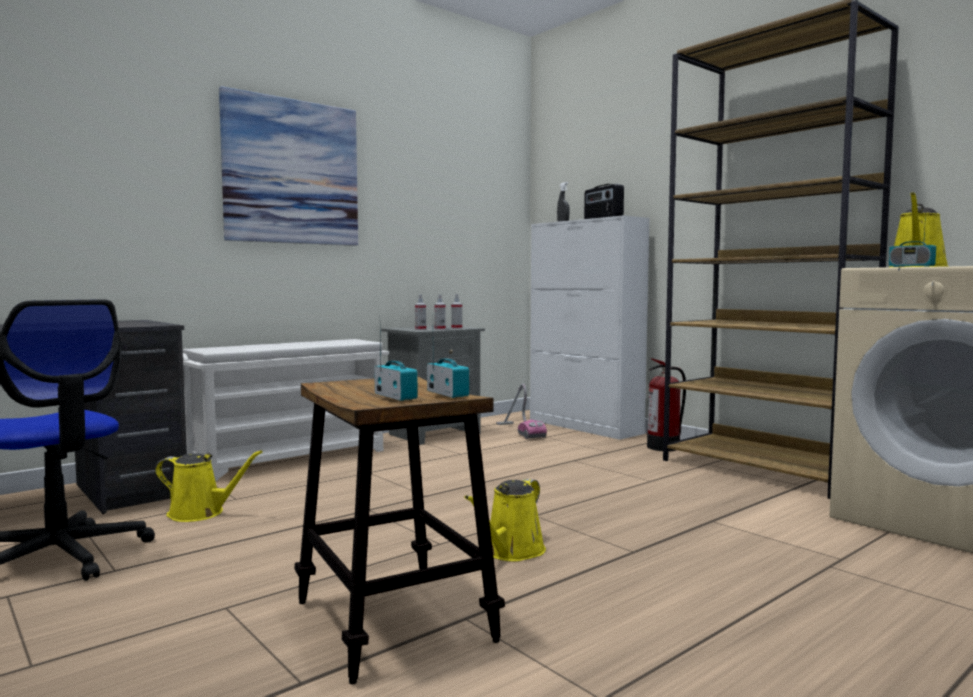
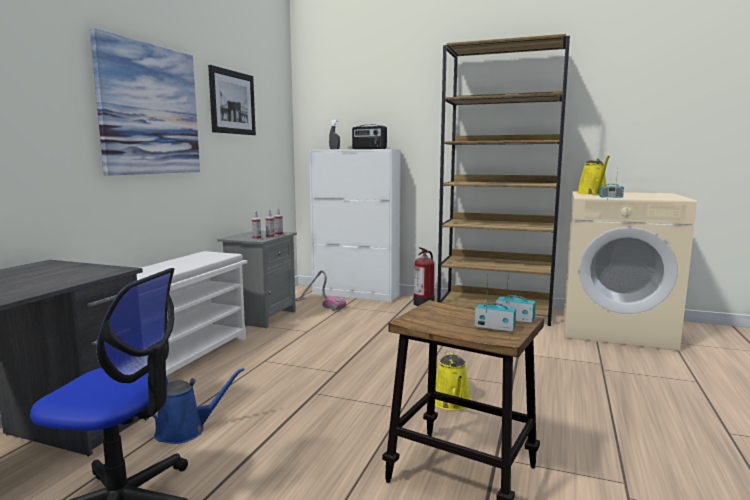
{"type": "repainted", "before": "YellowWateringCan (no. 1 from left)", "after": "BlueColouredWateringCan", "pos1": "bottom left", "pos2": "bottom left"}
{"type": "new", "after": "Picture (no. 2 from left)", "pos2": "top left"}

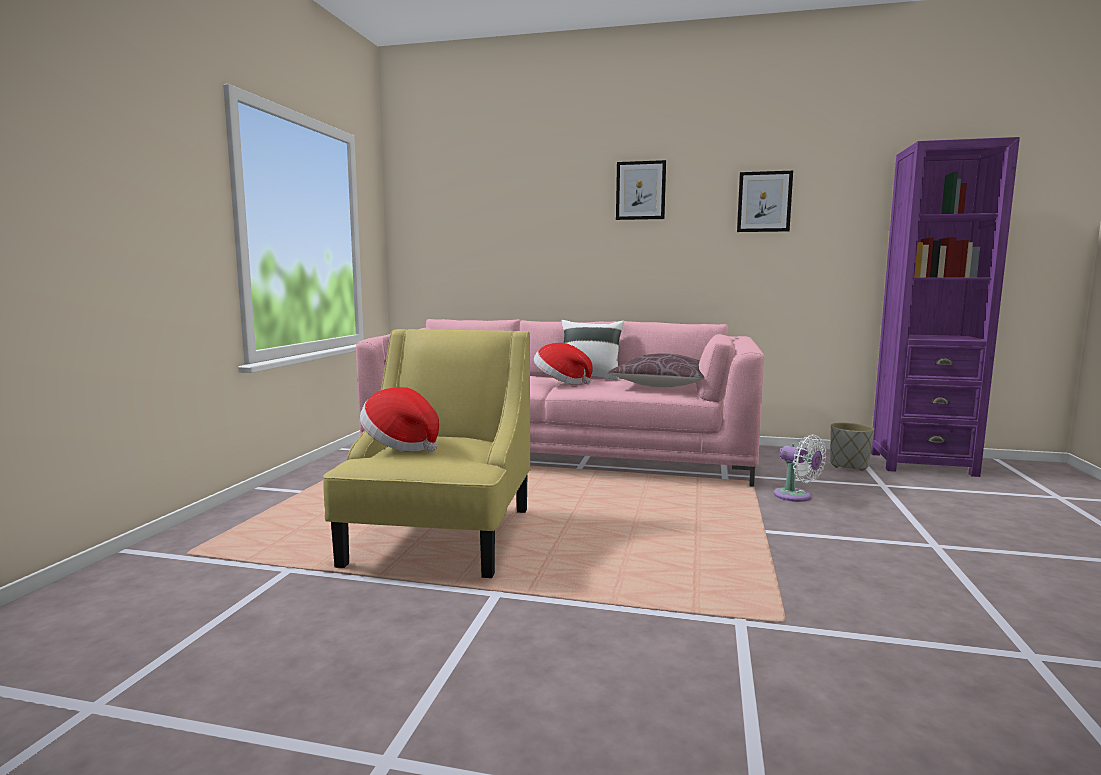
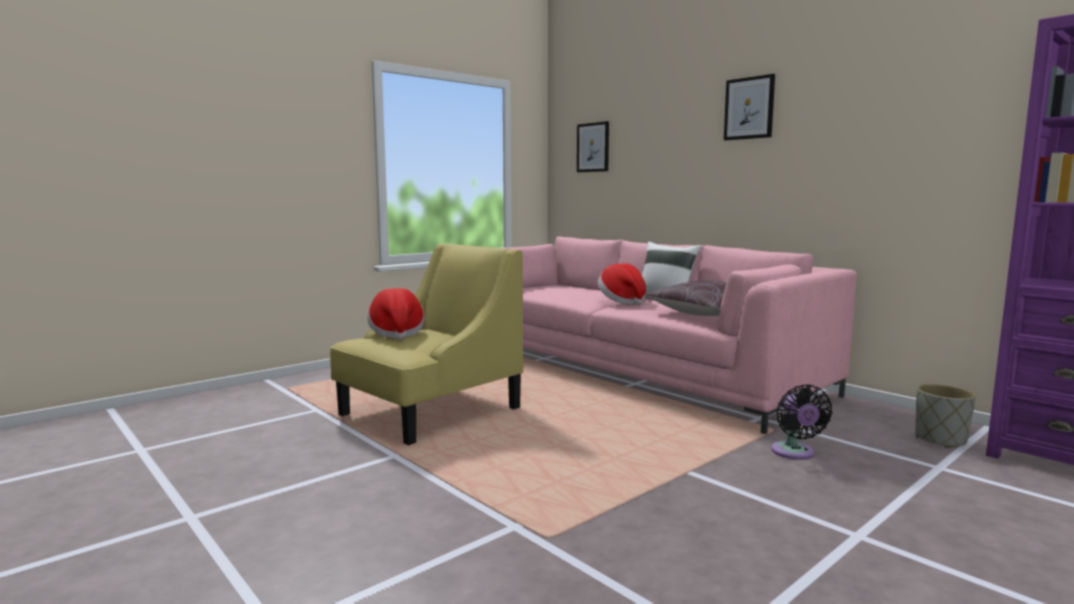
{"type": "shifted", "before": "Picture (no. 2 from left in the first image)", "after": "Picture (no. 1 from left)", "pos1": "top right", "pos2": "top centre"}
{"type": "repainted", "before": "WhiteElectricFan", "after": "BlackishElectricFan", "pos1": "middle right", "pos2": "bottom right"}

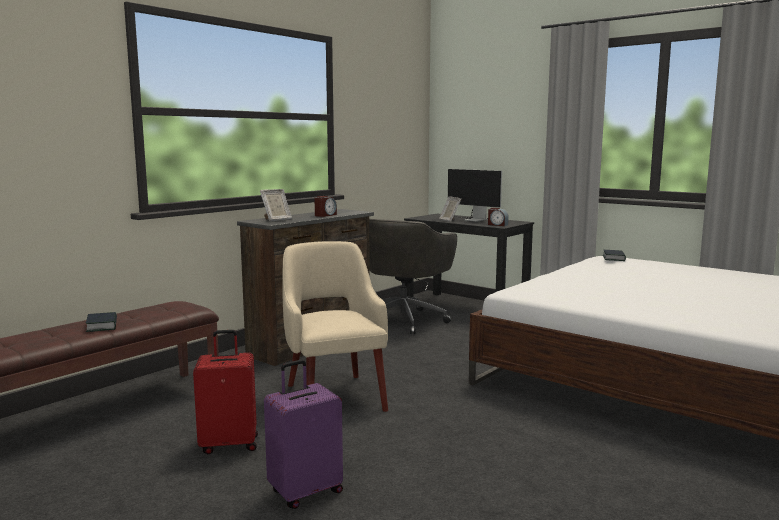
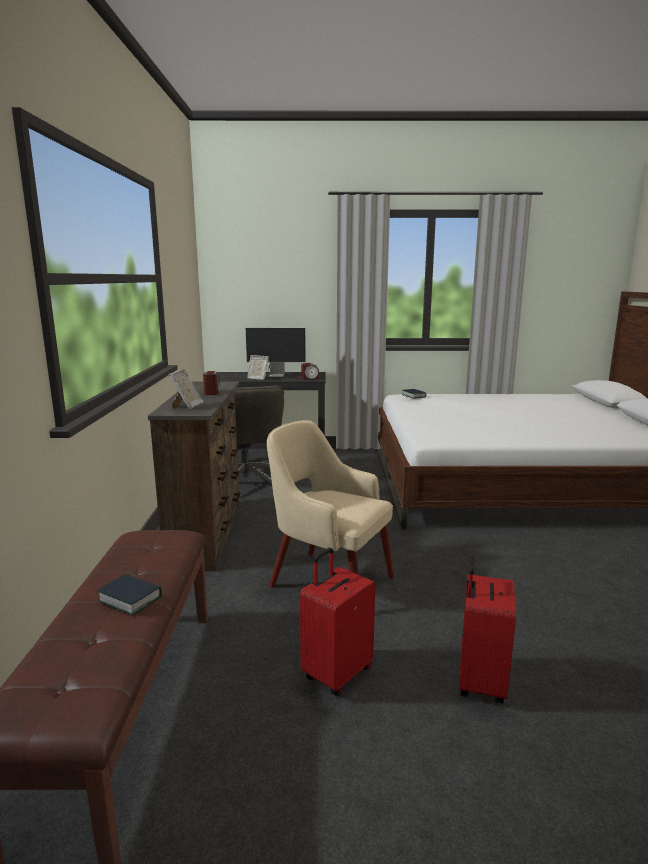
{"type": "repainted", "before": "PurpleColouredPieceOfLuggage", "after": "ReddishPieceOfLuggage (no. 2 from left)", "pos1": "bottom centre", "pos2": "bottom right"}

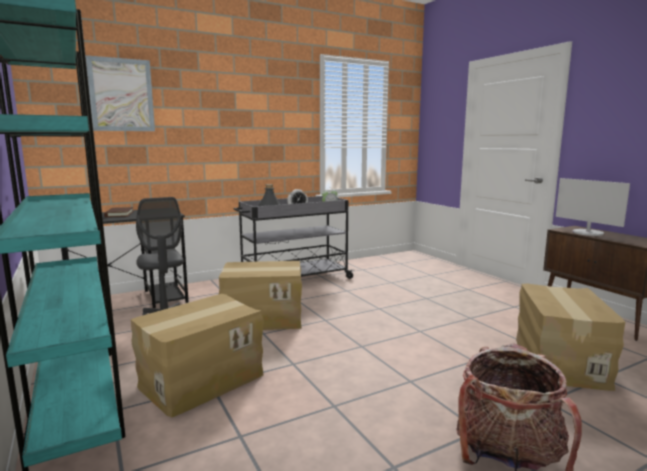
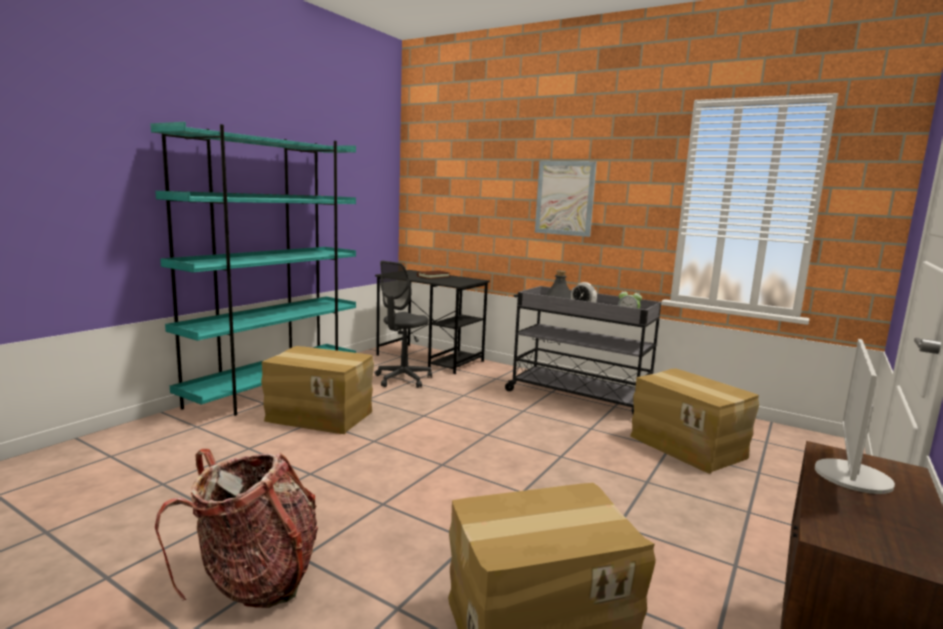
{"type": "shifted", "before": "Picture", "pos1": "top left", "pos2": "top centre"}
{"type": "shifted", "before": "CardboardBox (no. 2 from left in the first image)", "after": "CardboardBox (no. 3 from left)", "pos1": "centre", "pos2": "bottom right"}

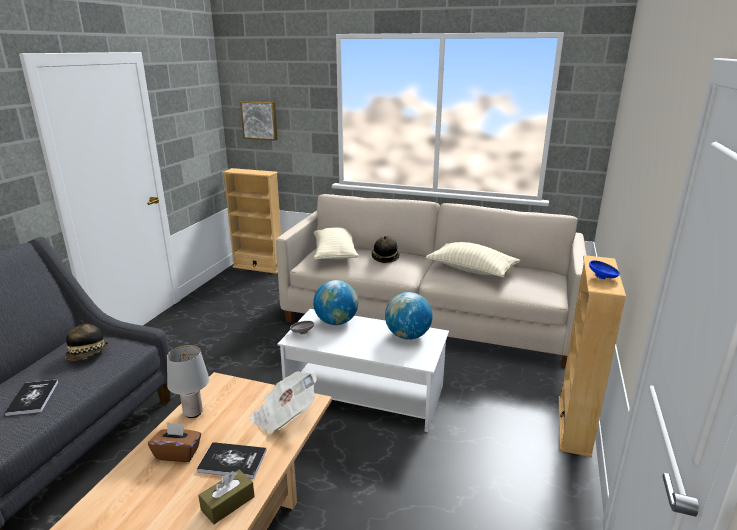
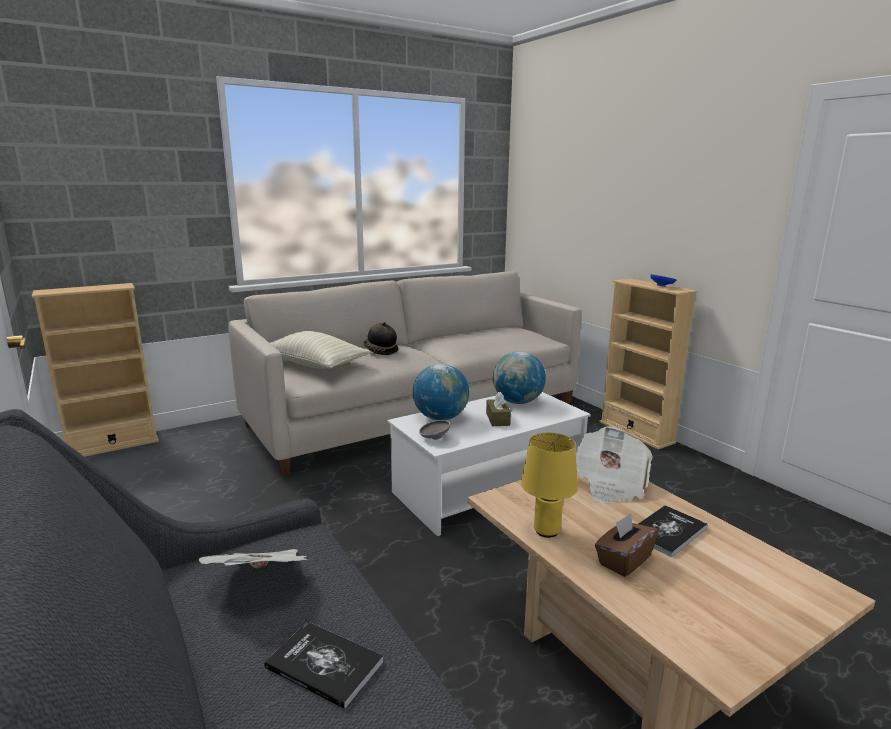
{"type": "swapped", "before": "Hat (no. 1 from left)", "after": "Newspaper (no. 1 from left)", "pos1": "middle left", "pos2": "bottom left"}
{"type": "repainted", "before": "GreyLampForATable", "after": "YellowLampForATable", "pos1": "bottom left", "pos2": "centre"}
{"type": "shifted", "before": "BrownColouredBoxOfTissues (no. 2 from left in the first image)", "after": "BrownColouredBoxOfTissues (no. 1 from left)", "pos1": "bottom left", "pos2": "centre"}
{"type": "gone", "before": "Picture", "pos1": "top centre"}
{"type": "gone", "before": "SandColouredThrowPillow (no. 2 from left)", "pos1": "centre"}

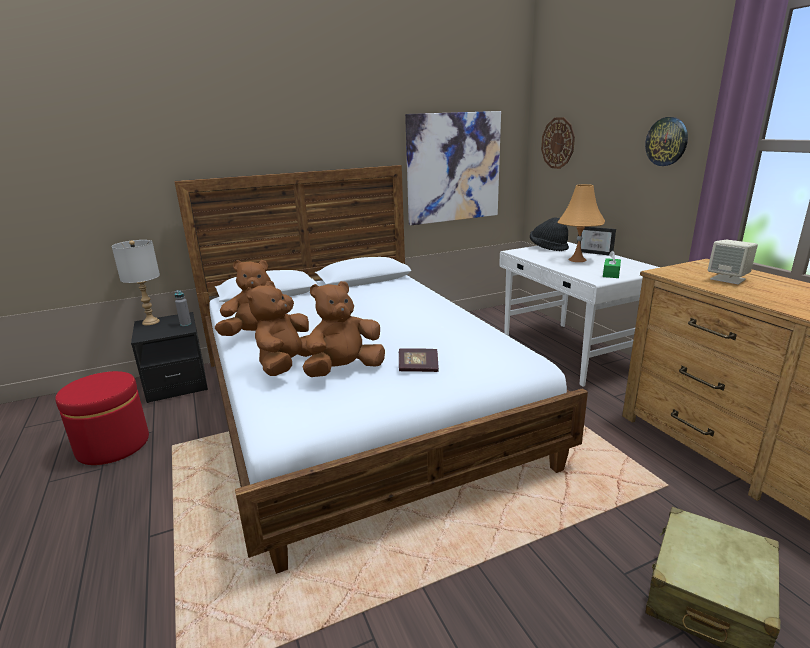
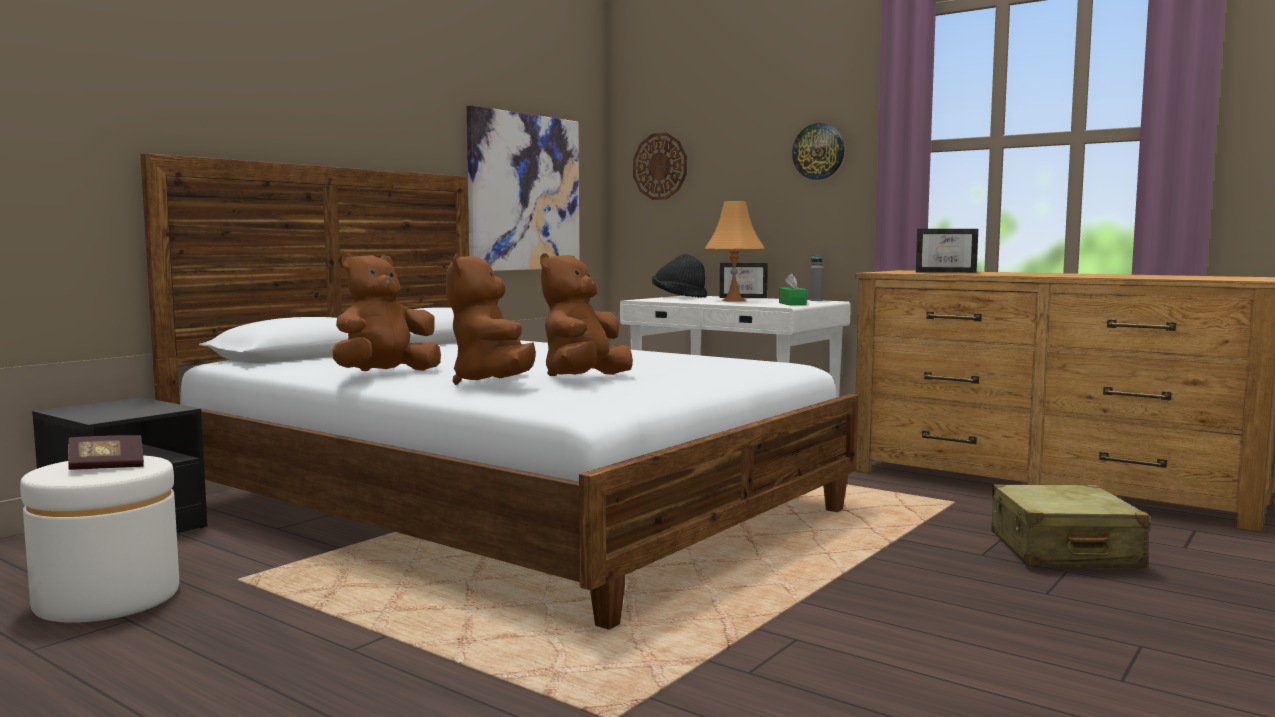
{"type": "repainted", "before": "ReddishFootrest", "after": "WhiteFootrest", "pos1": "middle left", "pos2": "bottom left"}
{"type": "gone", "before": "GreyLampForATable", "pos1": "middle left"}
{"type": "shifted", "before": "GreyDrinkBottle", "pos1": "middle left", "pos2": "centre"}
{"type": "shifted", "before": "Book", "pos1": "centre", "pos2": "middle left"}
{"type": "swapped", "before": "SandColouredLoudspeaker", "after": "PhotoFrame (no. 2 from left)", "pos1": "middle right", "pos2": "middle right"}

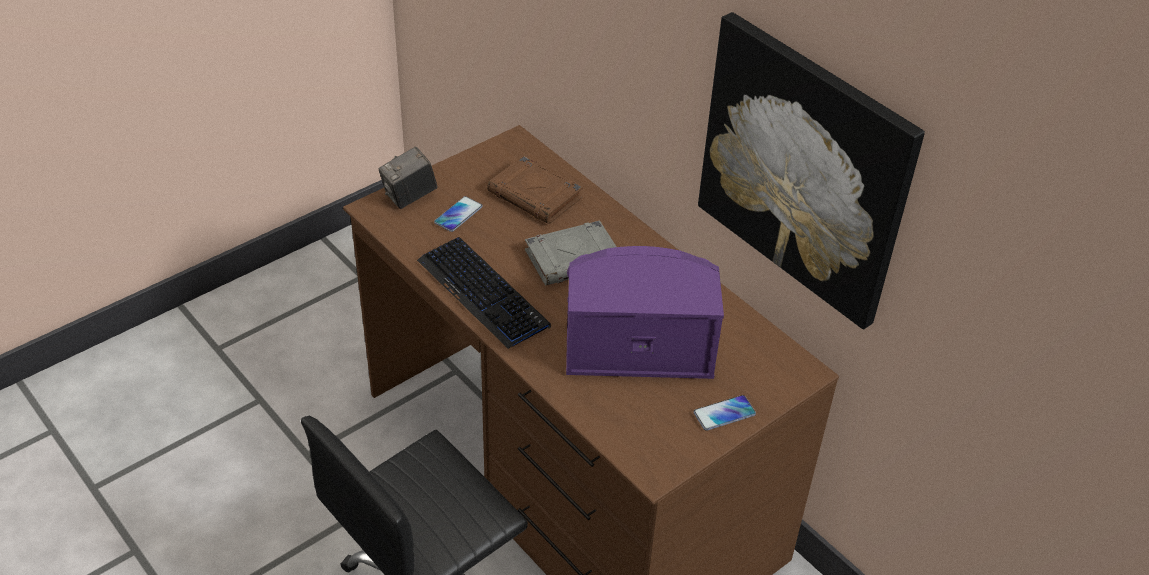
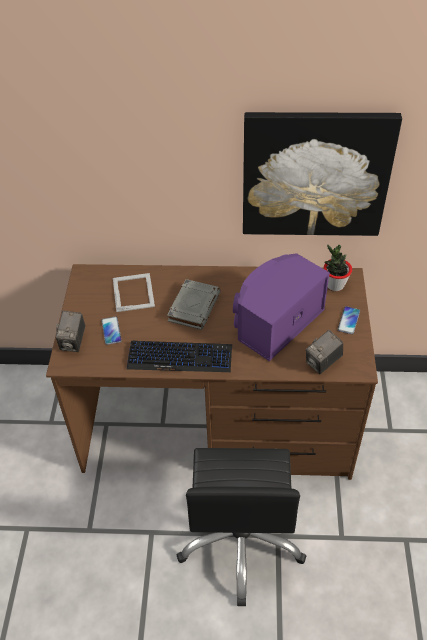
{"type": "swapped", "before": "BrownColouredBook", "after": "PhotoFrame", "pos1": "top centre", "pos2": "middle left"}
{"type": "new", "after": "PhotoCamera (no. 2 from left)", "pos2": "middle right"}
{"type": "new", "after": "PlantInAPot", "pos2": "middle right"}

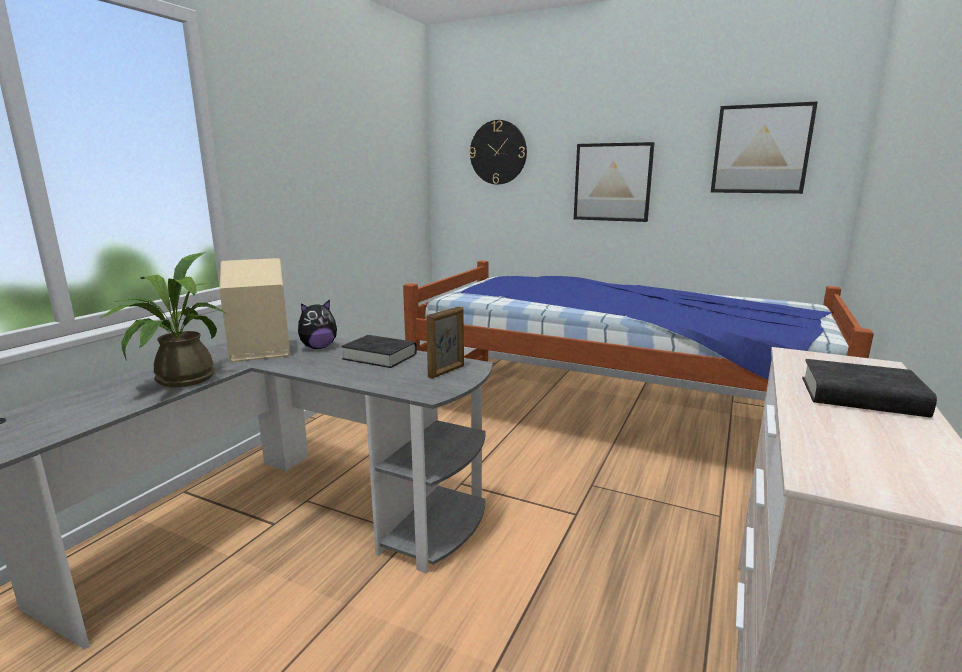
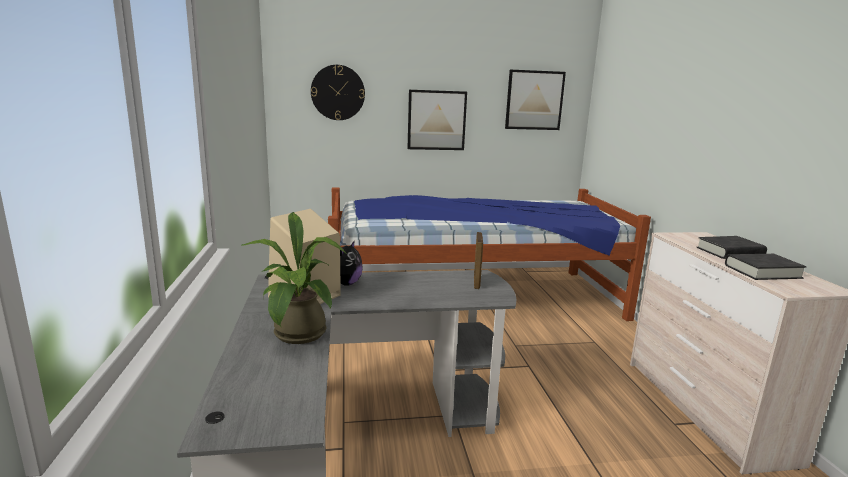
{"type": "shifted", "before": "BlackishBook (no. 1 from left in the first image)", "after": "BlackishBook (no. 2 from left)", "pos1": "centre", "pos2": "middle right"}

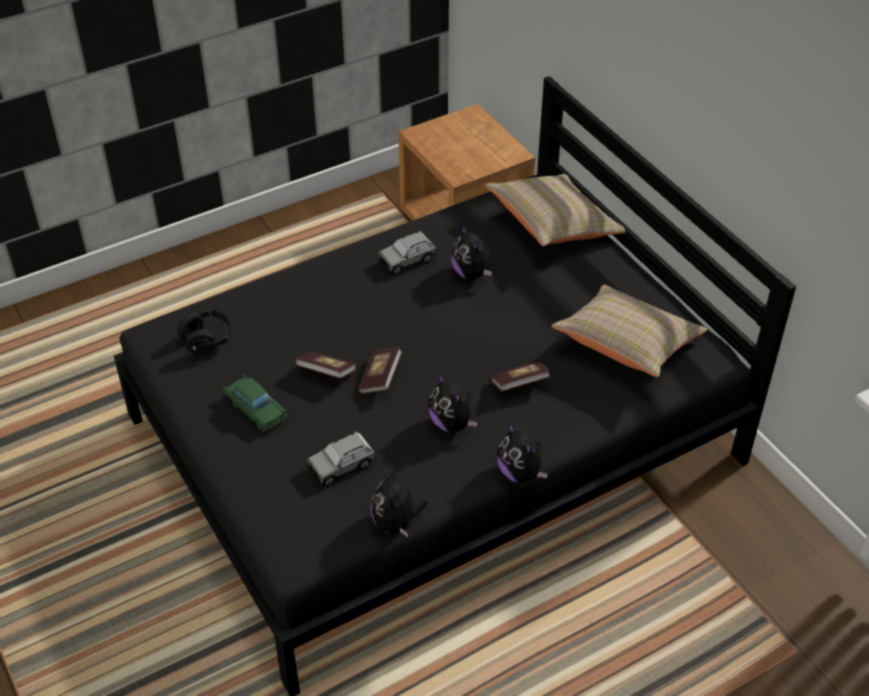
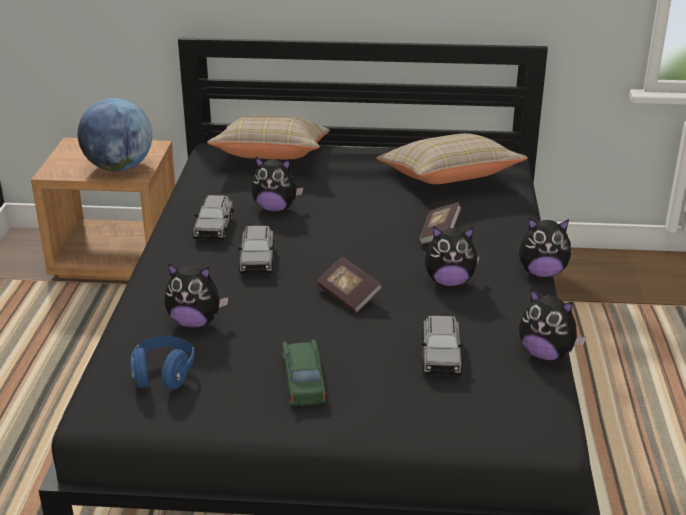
{"type": "repainted", "before": "BlackishPairOfHeadphones", "after": "BlueColouredPairOfHeadphones", "pos1": "middle left", "pos2": "bottom left"}
{"type": "rotated", "before": "GreenColouredModelCar", "pos1": "middle left", "pos2": "bottom centre", "turn": -90}
{"type": "gone", "before": "Book (no. 1 from left)", "pos1": "centre"}
{"type": "new", "after": "Globe", "pos2": "top left"}
{"type": "new", "after": "PlushToy (no. 1 from left)", "pos2": "middle left"}
{"type": "new", "after": "GreyModelCar (no. 2 from left)", "pos2": "centre"}

